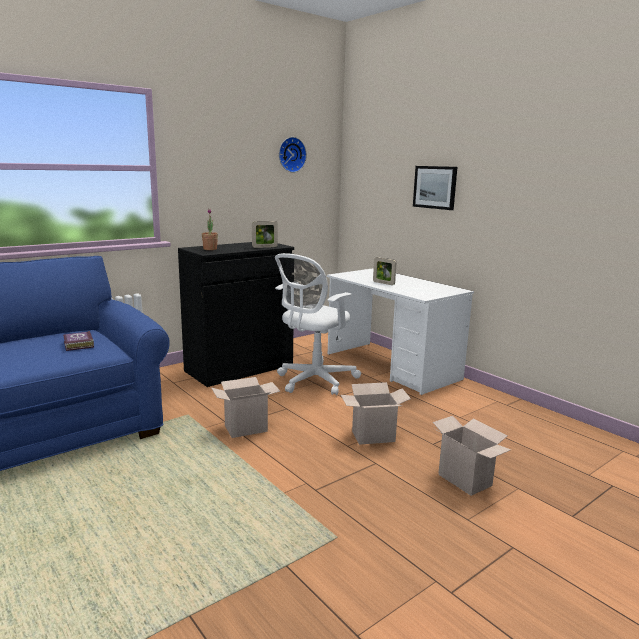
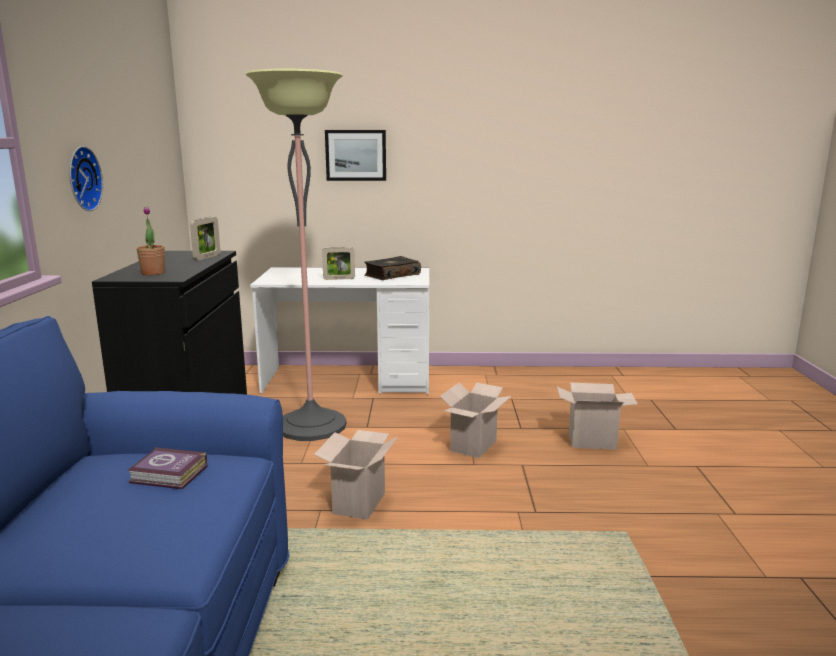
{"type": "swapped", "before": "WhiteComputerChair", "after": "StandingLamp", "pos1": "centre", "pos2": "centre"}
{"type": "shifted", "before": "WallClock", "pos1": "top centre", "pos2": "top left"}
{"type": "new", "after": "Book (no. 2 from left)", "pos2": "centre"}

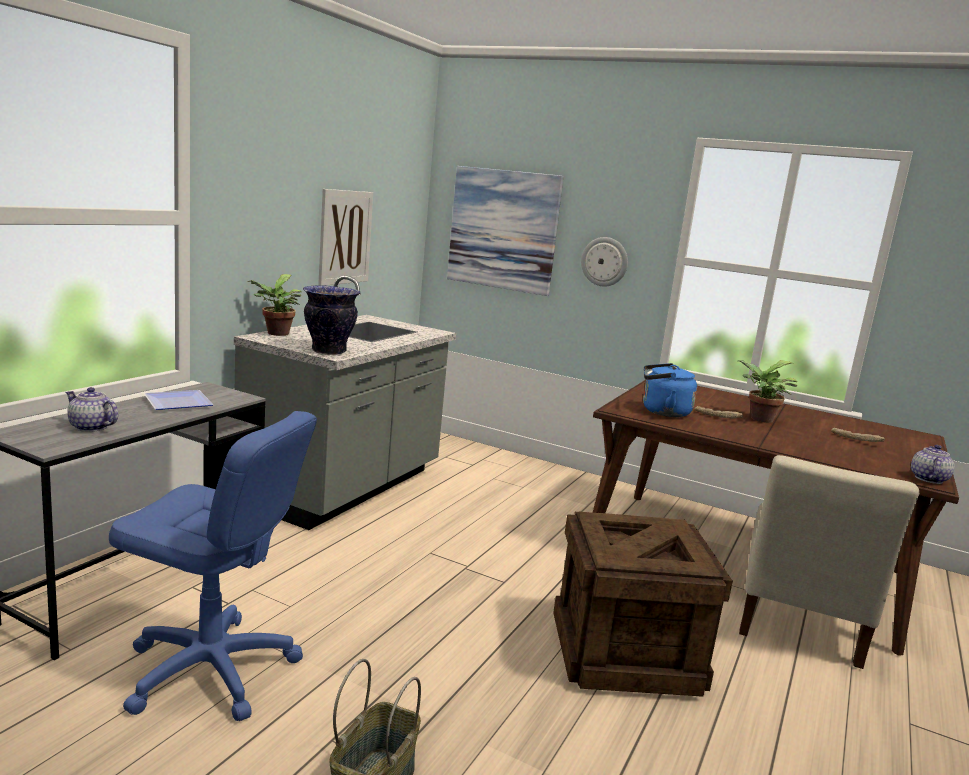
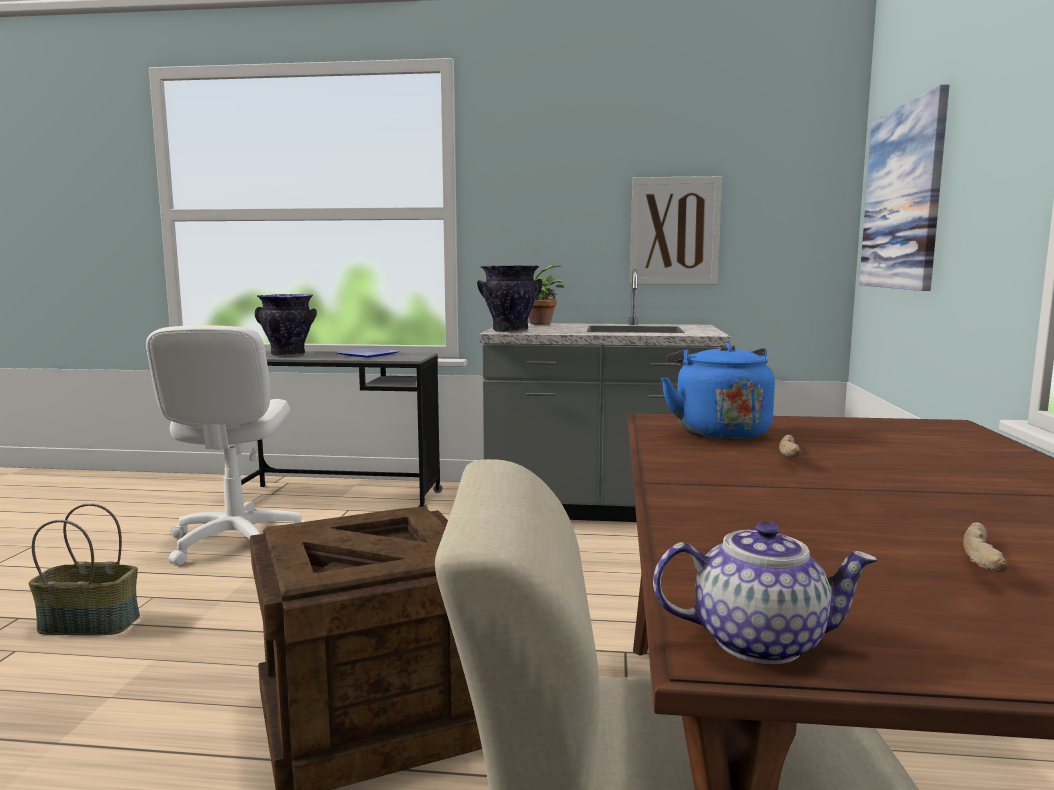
{"type": "swapped", "before": "Teapot (no. 1 from left)", "after": "FlowerVase (no. 1 from left)", "pos1": "middle left", "pos2": "middle left"}
{"type": "repainted", "before": "BlueColouredComputerChair", "after": "WhiteComputerChair", "pos1": "bottom left", "pos2": "middle left"}
{"type": "gone", "before": "WallClock", "pos1": "centre"}
{"type": "gone", "before": "PlantInAPot (no. 2 from left)", "pos1": "middle right"}

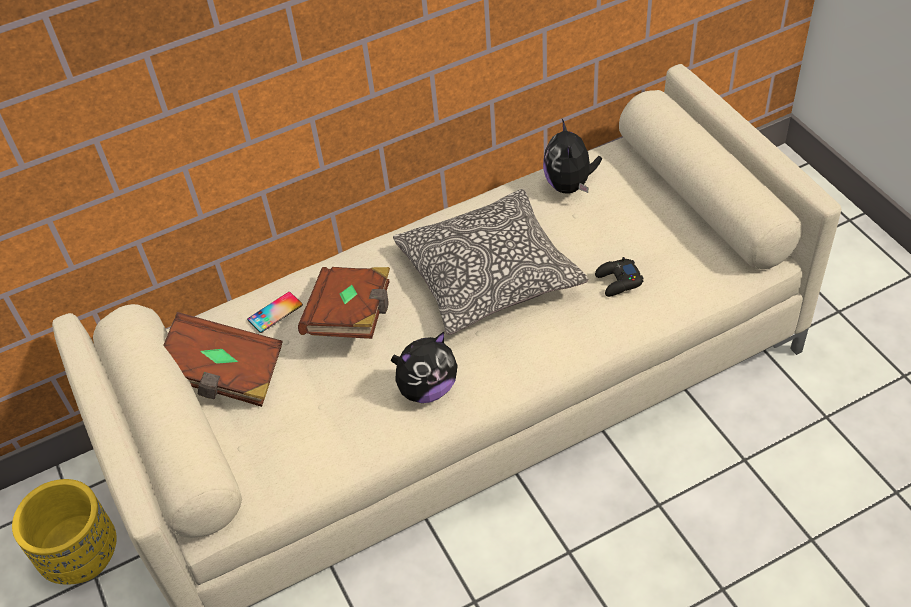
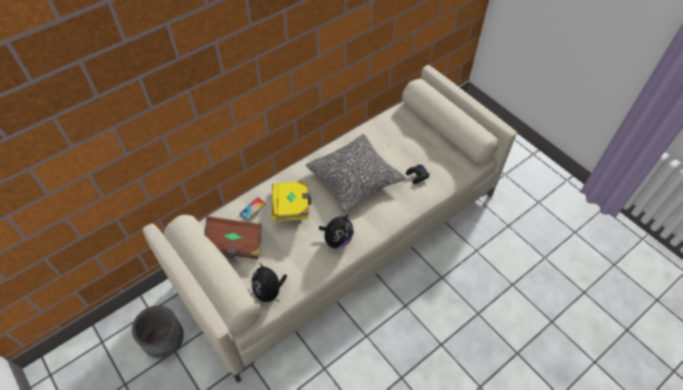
{"type": "repainted", "before": "YellowPlanter", "after": "GreyPlanter", "pos1": "bottom left", "pos2": "bottom left"}
{"type": "repainted", "before": "BrownColouredBook (no. 2 from left)", "after": "YellowBook", "pos1": "centre", "pos2": "centre"}
{"type": "shifted", "before": "PlushToy (no. 2 from left in the first image)", "after": "PlushToy (no. 1 from left)", "pos1": "top centre", "pos2": "bottom centre"}

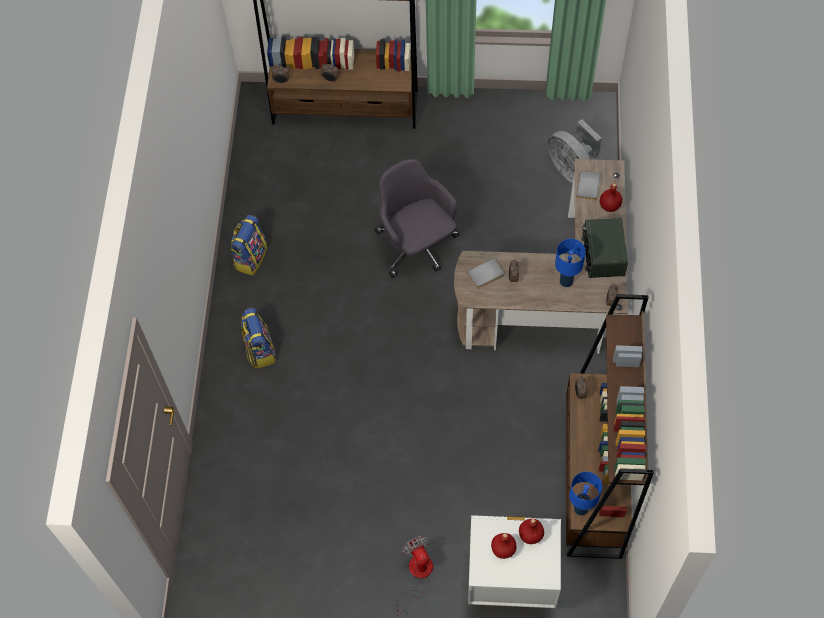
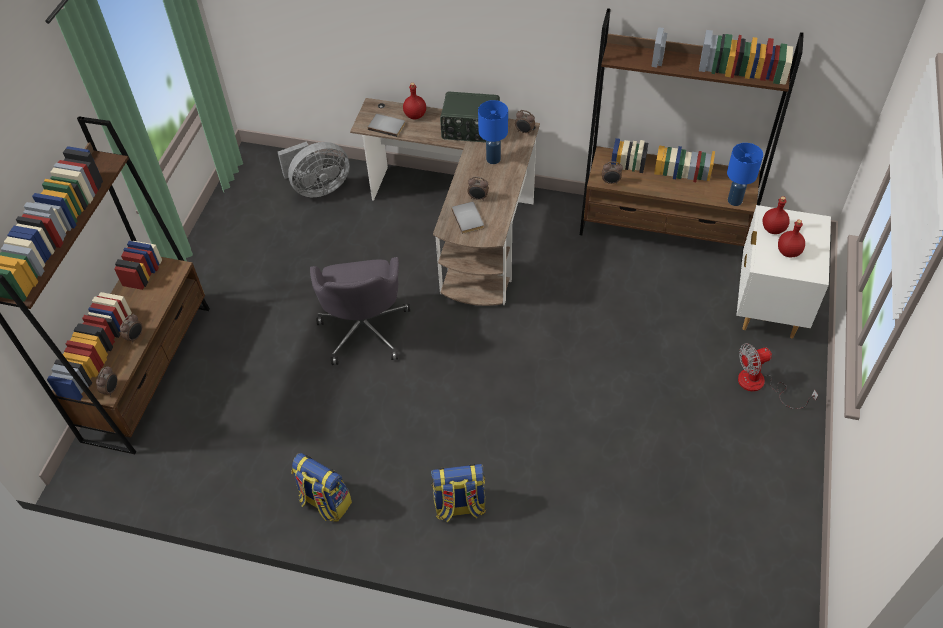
{"type": "rotated", "before": "GreyComputerChair", "pos1": "centre", "pos2": "centre", "turn": -75}

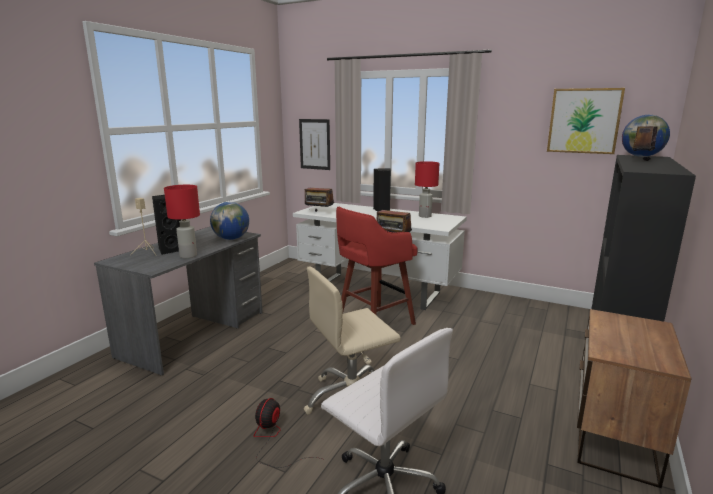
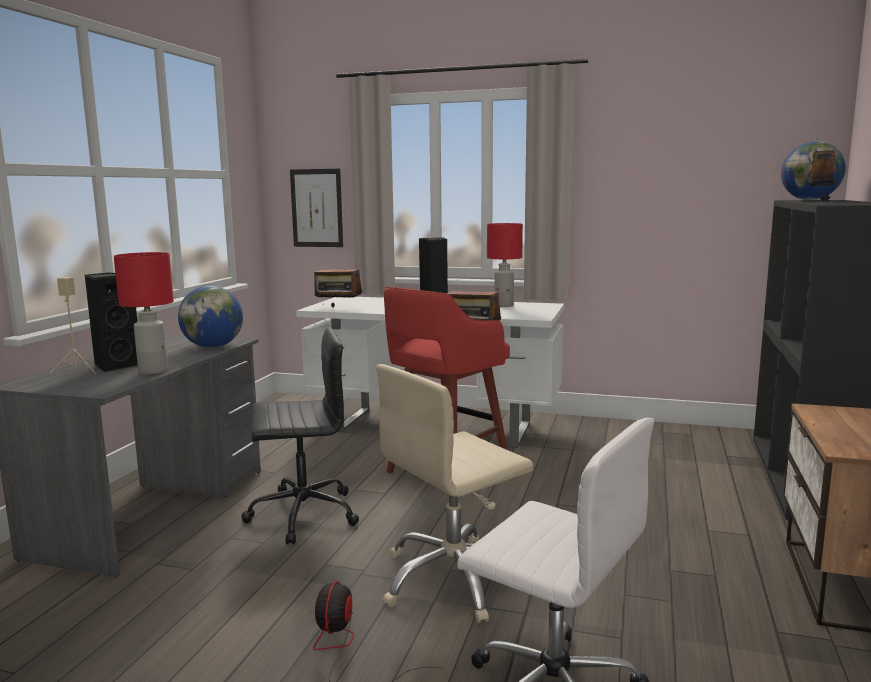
{"type": "gone", "before": "Picture (no. 2 from left)", "pos1": "top right"}
{"type": "new", "after": "BlackishComputerChair", "pos2": "centre"}

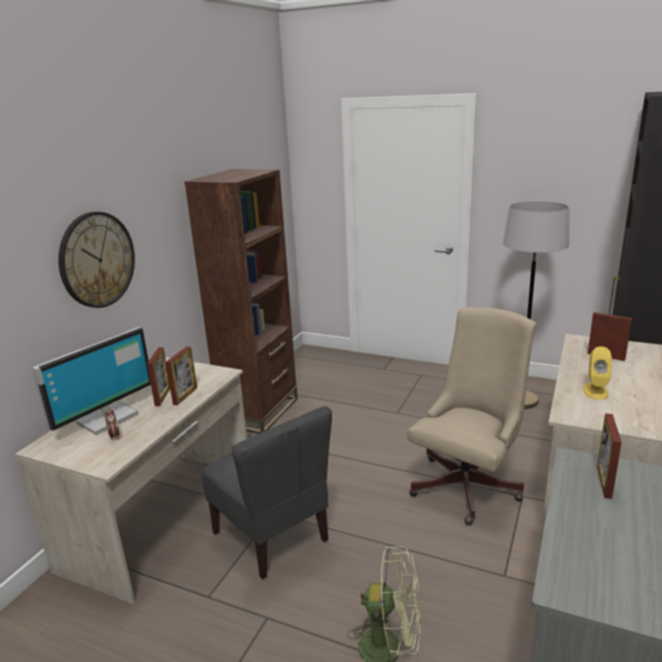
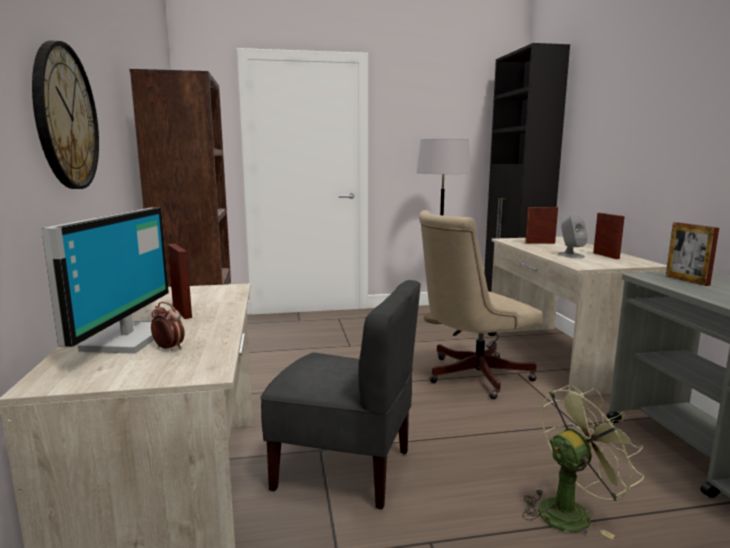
{"type": "shifted", "before": "PhotoFrame (no. 2 from left in the first image)", "after": "PhotoFrame (no. 3 from left)", "pos1": "middle left", "pos2": "middle right"}
{"type": "rotated", "before": "SandColouredComputerChair", "pos1": "middle right", "pos2": "centre", "turn": -120}
{"type": "repainted", "before": "YellowLoudspeaker", "after": "GreyLoudspeaker", "pos1": "middle right", "pos2": "middle right"}

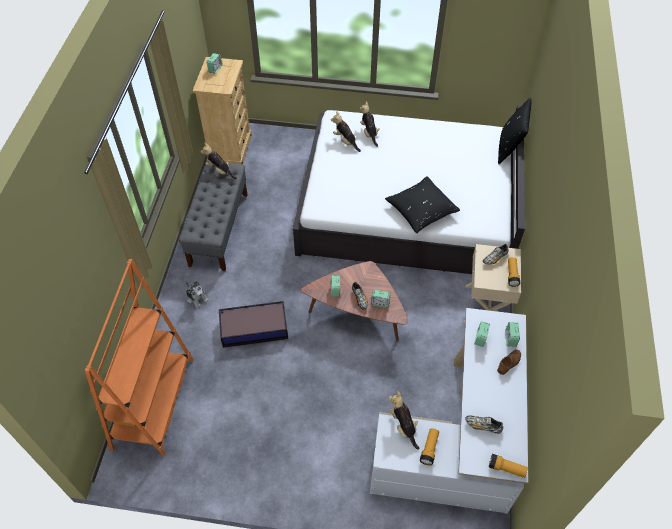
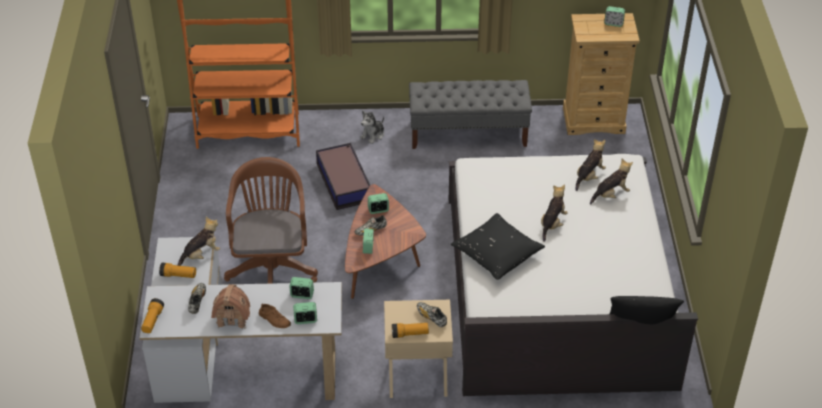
{"type": "shifted", "before": "PlushToy (no. 2 from left in the first image)", "after": "PlushToy (no. 3 from left)", "pos1": "top left", "pos2": "middle right"}
{"type": "new", "after": "ToyHouse", "pos2": "bottom left"}
{"type": "new", "after": "BrownColouredComputerChair", "pos2": "middle left"}

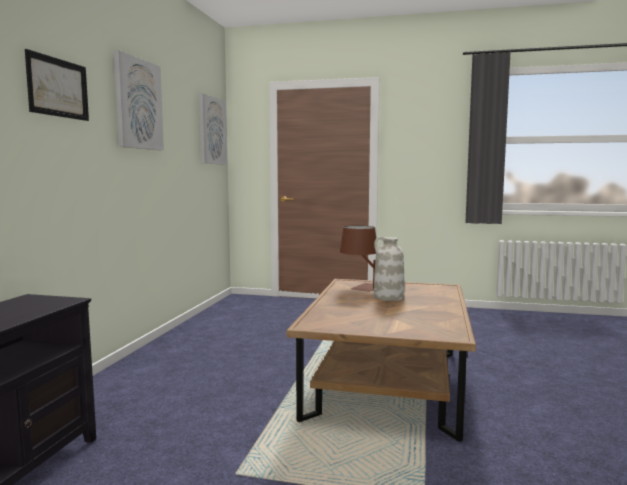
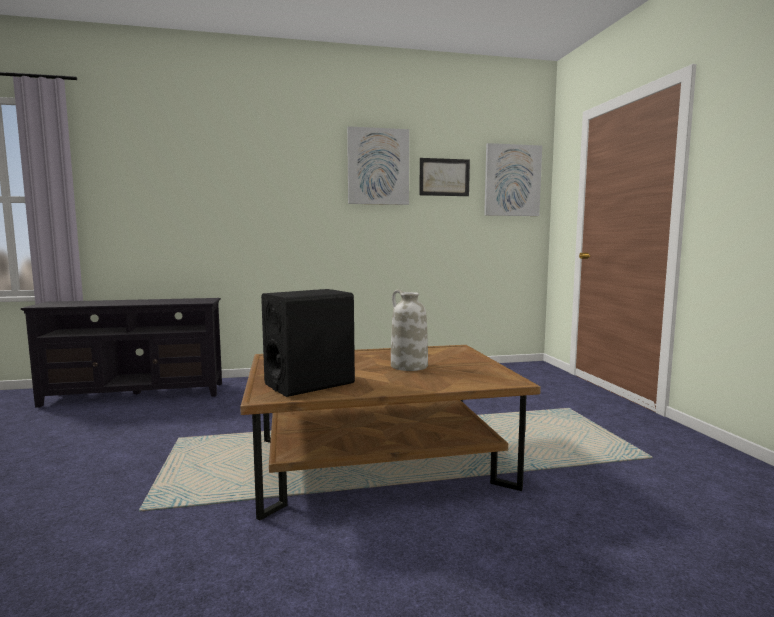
{"type": "shifted", "before": "Picture (no. 1 from left in the first image)", "after": "Picture (no. 2 from left)", "pos1": "top left", "pos2": "top centre"}
{"type": "gone", "before": "BrownColouredLampForATable", "pos1": "centre"}
{"type": "new", "after": "BlackishLoudspeaker", "pos2": "centre"}

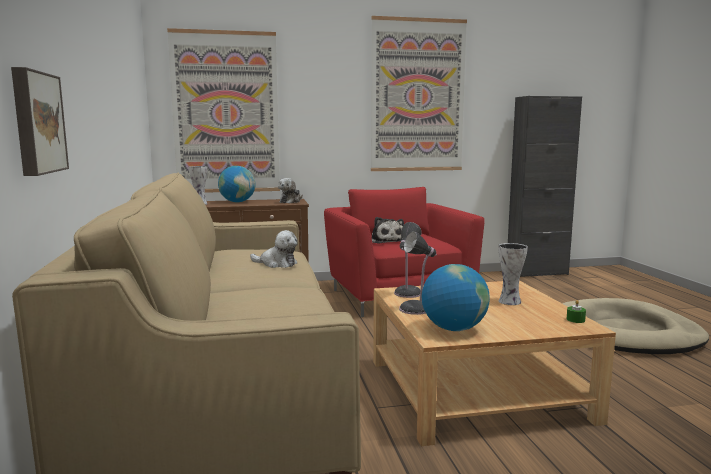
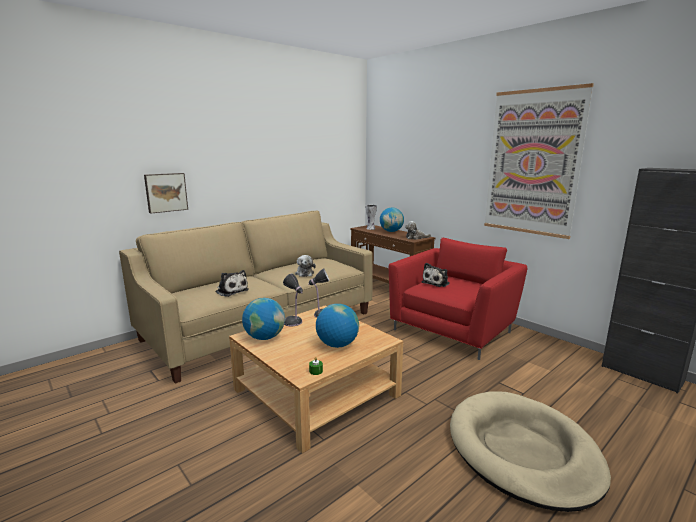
{"type": "gone", "before": "Picture (no. 2 from left)", "pos1": "top left"}
{"type": "swapped", "before": "FlowerVase (no. 2 from left)", "after": "Globe (no. 2 from left)", "pos1": "middle right", "pos2": "centre"}
{"type": "new", "after": "PlushToy (no. 1 from left)", "pos2": "centre"}

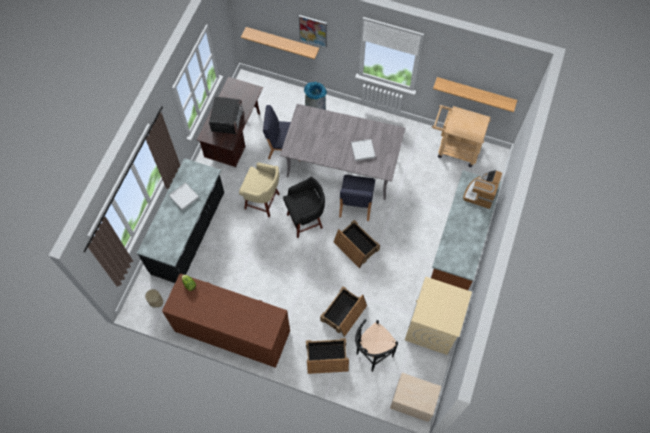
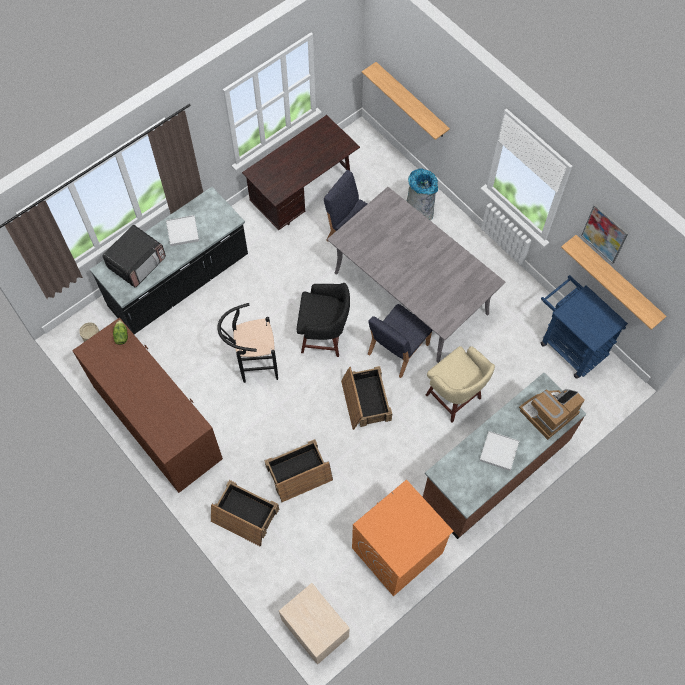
{"type": "shifted", "before": "KitchenMicrowave", "pos1": "top centre", "pos2": "middle left"}
{"type": "shifted", "before": "SandColouredSittingStool", "pos1": "centre", "pos2": "middle right"}
{"type": "shifted", "before": "Picture", "pos1": "top centre", "pos2": "middle right"}
{"type": "shifted", "before": "WhiteCarryingTray (no. 2 from left)", "pos1": "centre", "pos2": "middle right"}
{"type": "shifted", "before": "BlackishSittingStool (no. 2 from left in the first image)", "after": "BlackishSittingStool (no. 1 from left)", "pos1": "bottom centre", "pos2": "centre"}
{"type": "repainted", "before": "SandColouredLaundryMachine", "after": "OrangeLaundryMachine", "pos1": "bottom right", "pos2": "bottom centre"}
{"type": "repainted", "before": "SandColouredCart", "after": "BlueColouredCart", "pos1": "top right", "pos2": "middle right"}

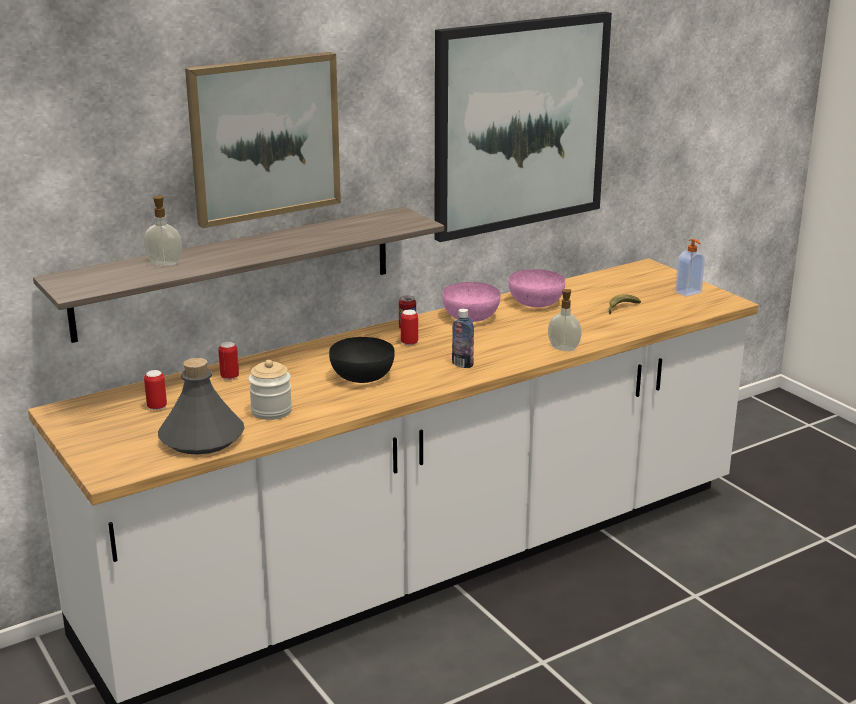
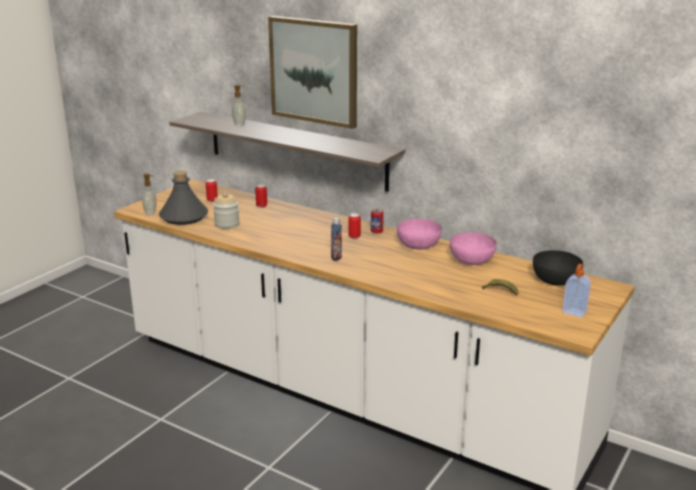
{"type": "shifted", "before": "BlackishBowl", "pos1": "centre", "pos2": "middle right"}
{"type": "gone", "before": "Picture (no. 2 from left)", "pos1": "top centre"}
{"type": "shifted", "before": "SoapDispenser (no. 2 from left in the first image)", "after": "SoapDispenser (no. 1 from left)", "pos1": "centre", "pos2": "middle left"}

